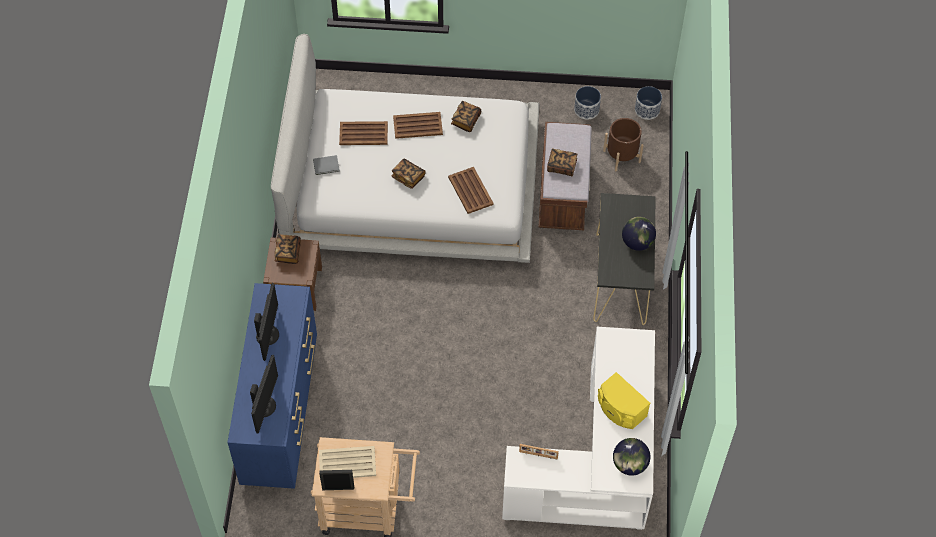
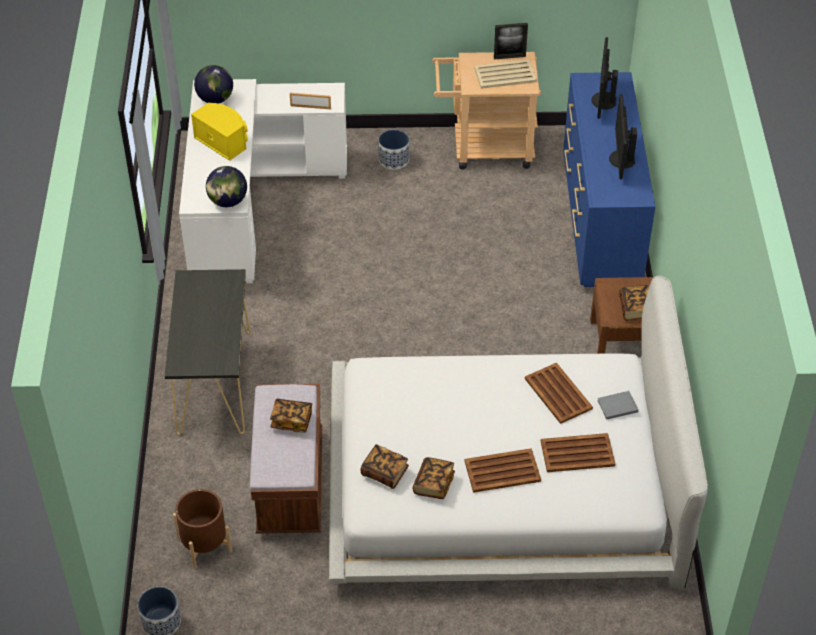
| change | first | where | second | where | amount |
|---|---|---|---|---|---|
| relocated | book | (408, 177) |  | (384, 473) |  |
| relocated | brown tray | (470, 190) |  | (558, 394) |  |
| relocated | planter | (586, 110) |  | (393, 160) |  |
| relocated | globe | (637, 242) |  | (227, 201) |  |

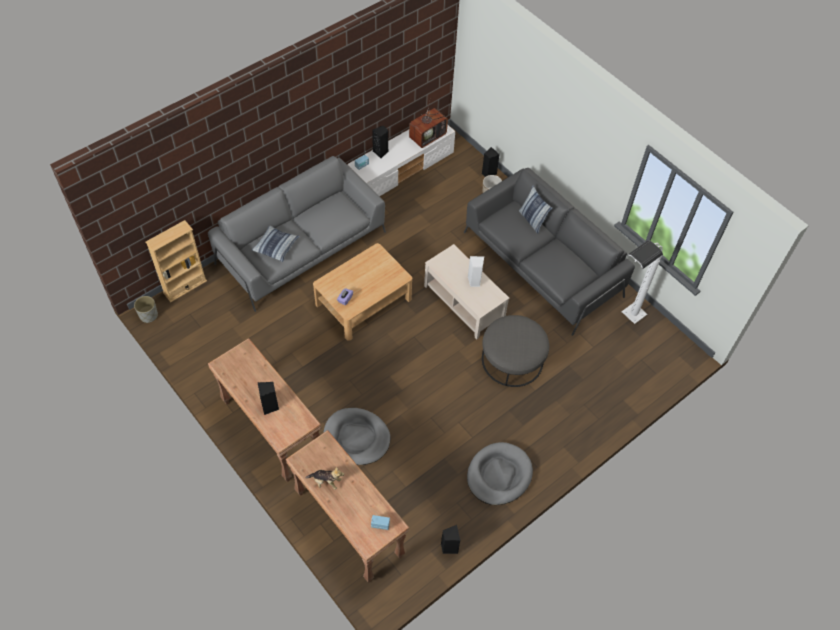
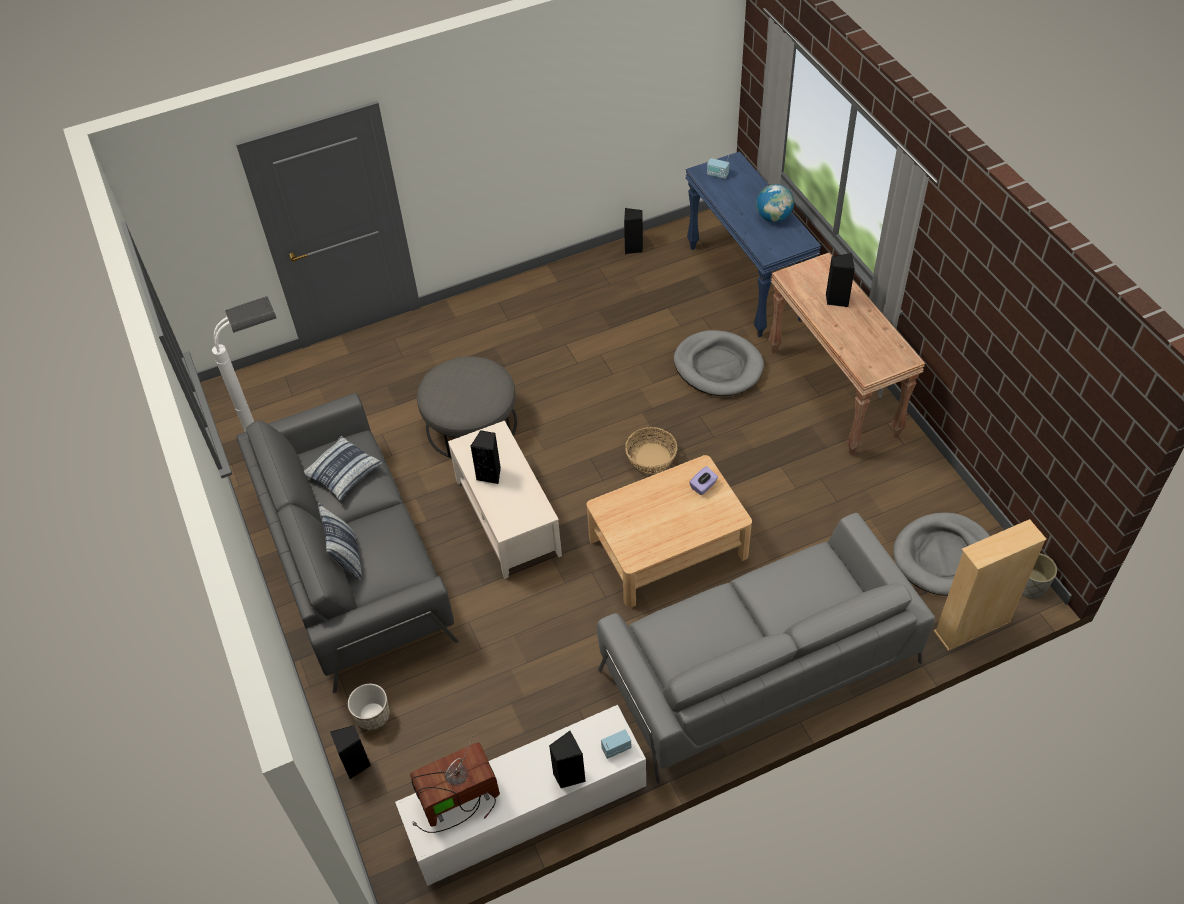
| change | first | where | second | where | amount |
|---|---|---|---|---|---|
| relocated | pillow | (276, 246) |  | (342, 473) |  |
| colour | brown console table | (348, 525) | blue console table | (746, 283) |  |
| exchanged | plush toy | (326, 481) | globe | (773, 217) |  |
| relocated | grey dog bed | (499, 475) |  | (943, 556) |  |
| colour | white speaker | (474, 281) | black speaker | (490, 474) |  |
| appeared |  |  | basket | (651, 458) |  |

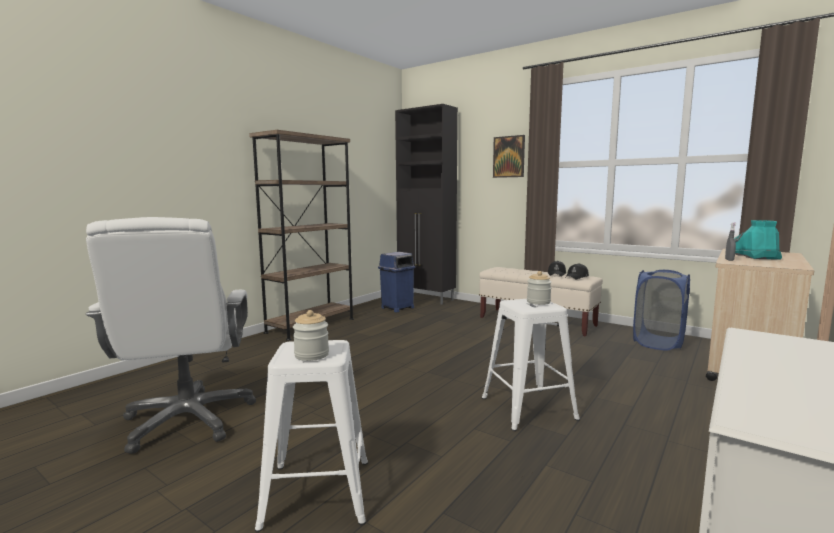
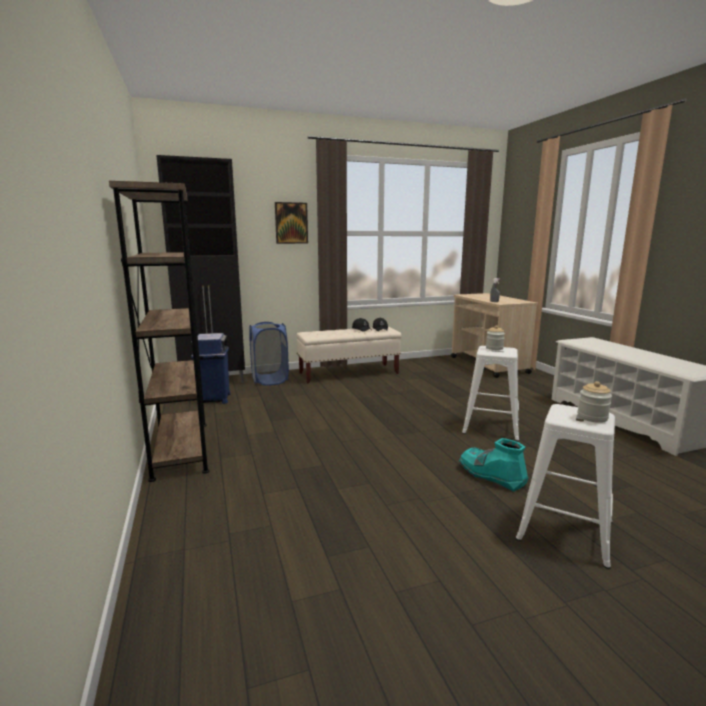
| change | first | where | second | where | amount |
|---|---|---|---|---|---|
| missing | white office chair | (188, 420) |  |  |  |
| relocated | blue laundry basket | (658, 343) |  | (269, 380) |  |
| relocated | turquoise boot | (752, 255) |  | (491, 475) |  |

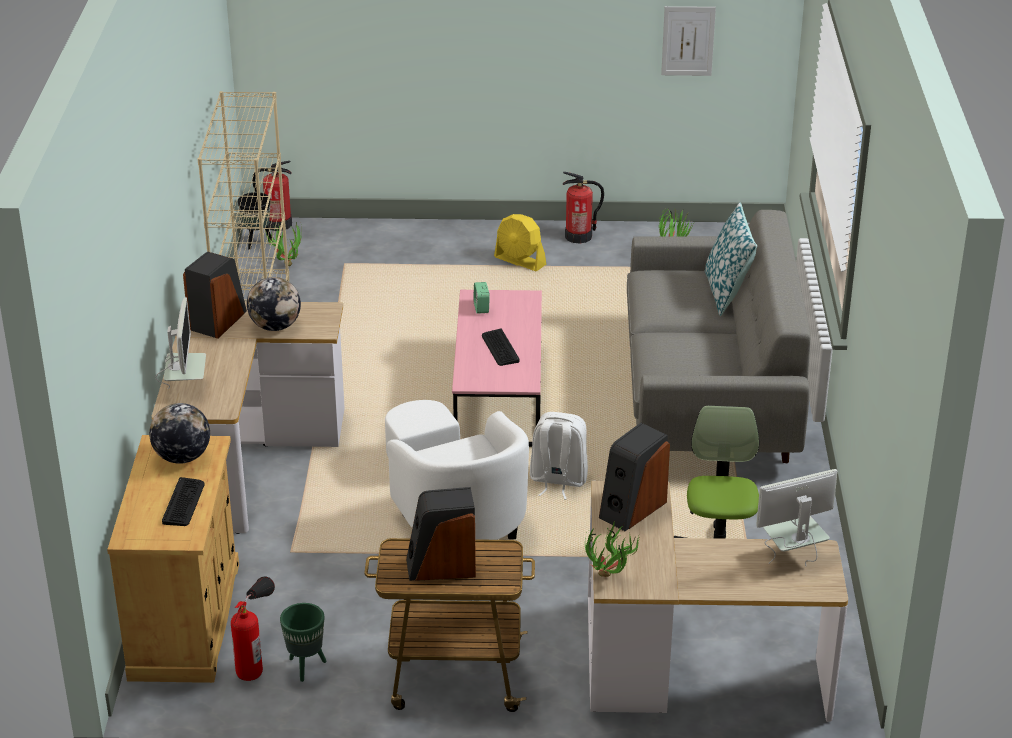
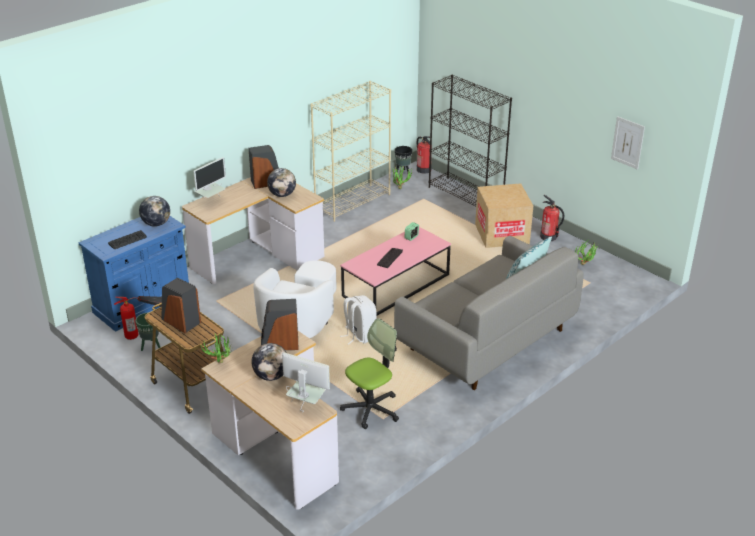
| change | first | where | second | where | amount |
|---|---|---|---|---|---|
| colour | beige cabinet | (186, 620) | blue cabinet | (143, 303) |  |
| exchanged | yellow fan | (520, 261) | cardboard box | (502, 234) |  |
| appeared |  |  | globe | (271, 376) |  |
| appeared |  |  | black bookcase | (466, 195) |  |

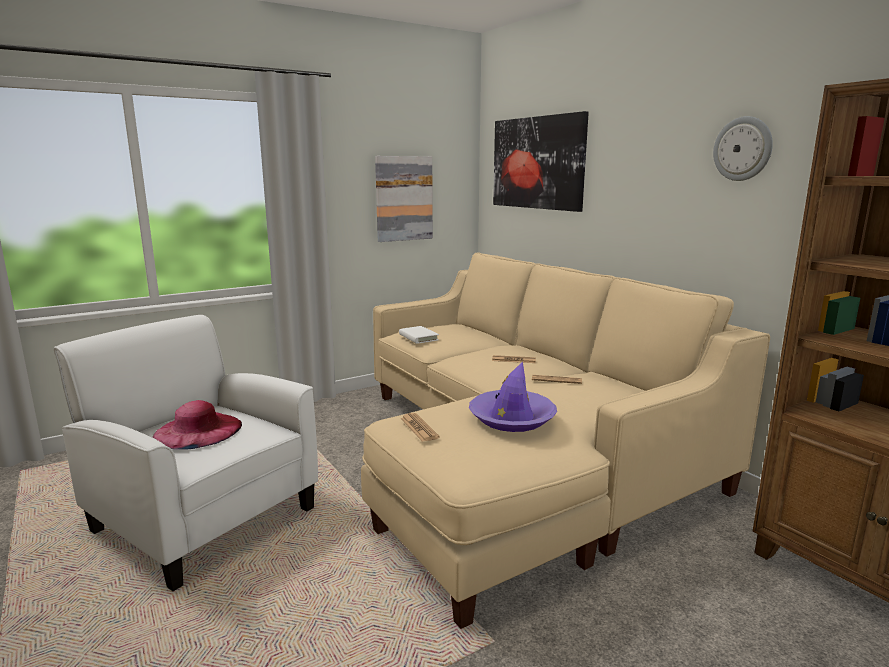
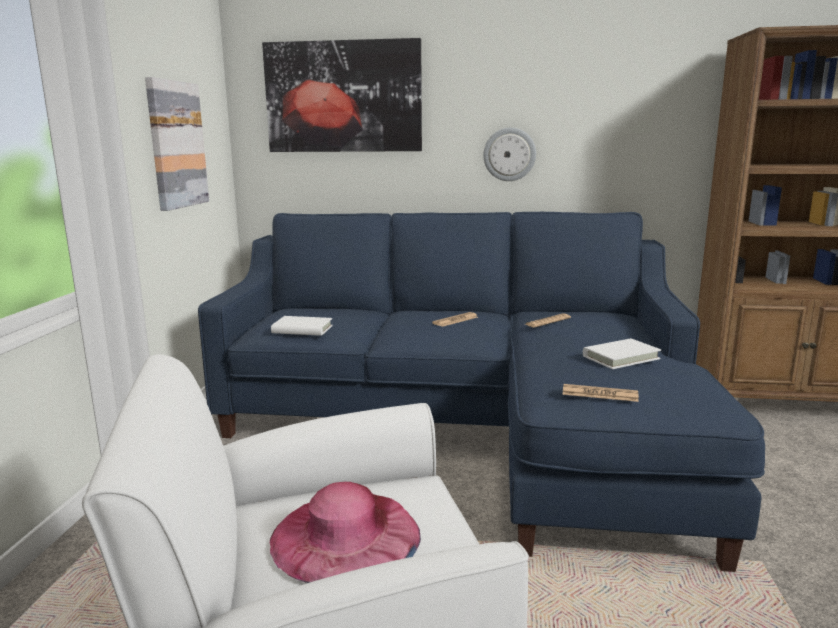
| change | first | where | second | where | amount |
|---|---|---|---|---|---|
| colour | beige sofa | (517, 456) | blue sofa | (473, 427) |  |
| exchanged | purple hat | (512, 418) | white book | (621, 357) |  |
| relocated | wall clock | (743, 149) |  | (509, 154) |  |

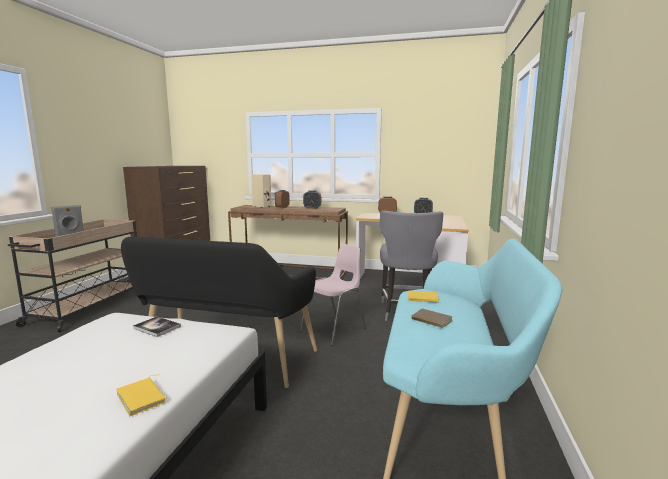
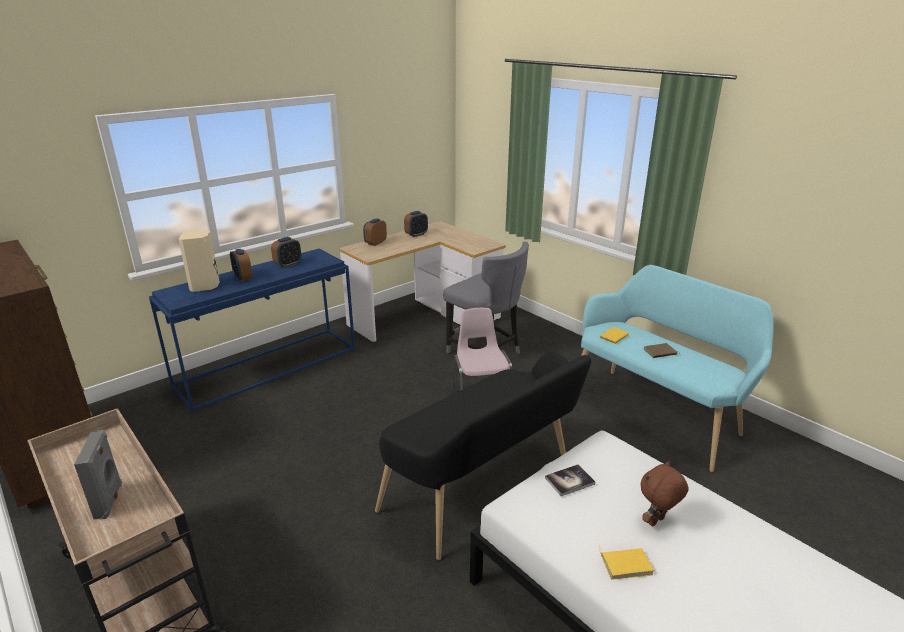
| change | first | where | second | where | amount |
|---|---|---|---|---|---|
| relocated | yellow book | (143, 398) |  | (626, 564) |  |
| colour | brown console table | (290, 272) | blue console table | (268, 367) |  |
| appeared |  |  | brown plush toy | (657, 522) |  |

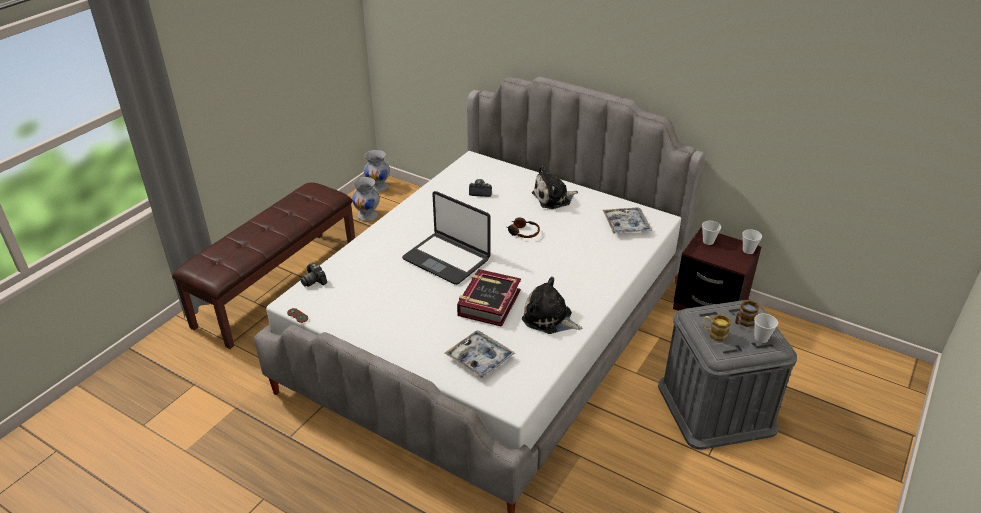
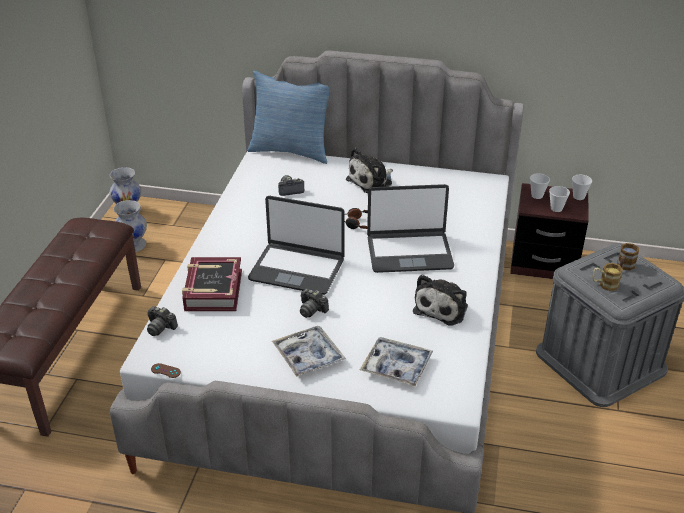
| change | first | where | second | where | amount |
|---|---|---|---|---|---|
| relocated | book | (488, 303) |  | (213, 290) |  |
| spun | plush toy | (549, 319) |  | (442, 307) | 75 degrees counterclockwise |
| relocated | tray | (626, 225) |  | (308, 356) |  |
| relocated | cup | (761, 338) |  | (556, 208) |  |
| appeared |  |  | pillow | (291, 150) |  |
| appeared |  |  | photo camera | (312, 309) |  |
| appeared |  |  | laptop | (409, 252) |  |

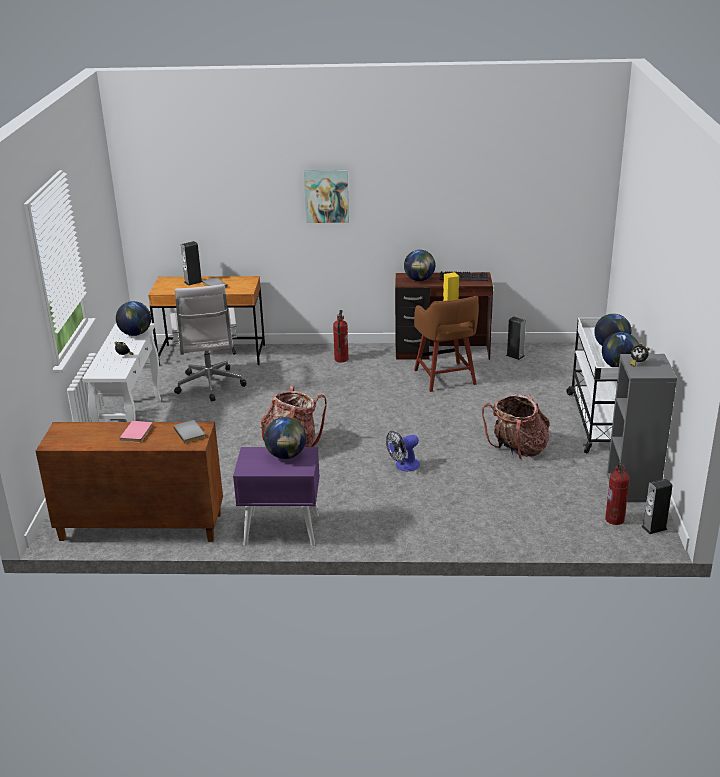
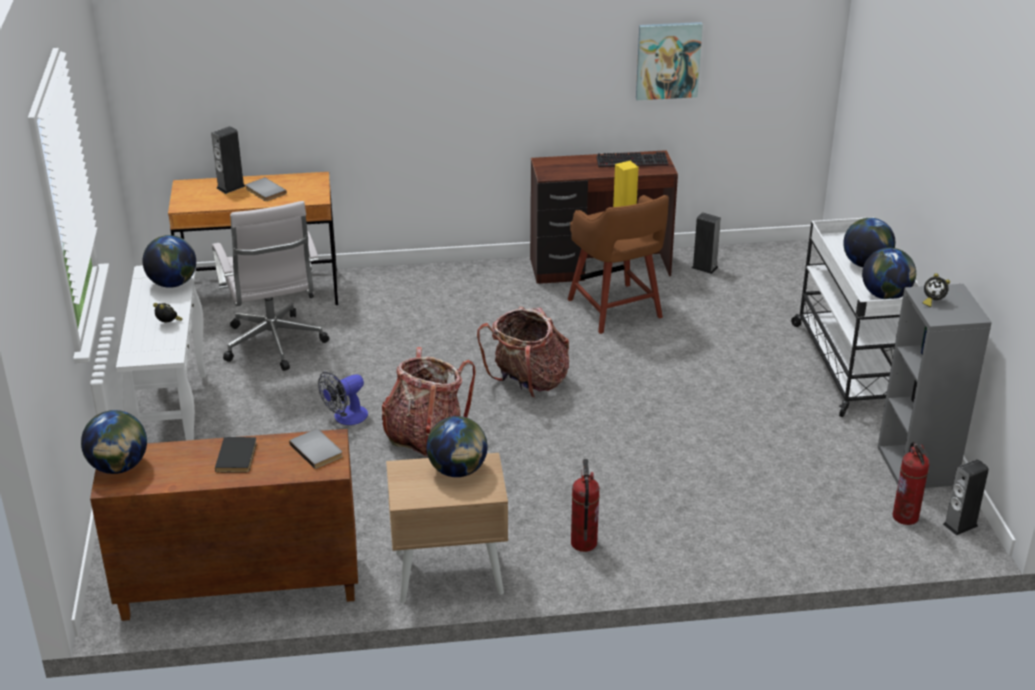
| change | first | where | second | where | amount |
|---|---|---|---|---|---|
| colour | pink book | (138, 433) | black book | (238, 457) |  |
| colour | purple nightstand | (281, 529) | beige nightstand | (448, 573) |  |
| relocated | picture | (326, 196) |  | (668, 60) |  |
| relocated | fire extinguisher | (341, 359) |  | (583, 543) |  |
| relocated | fan | (403, 466) |  | (345, 418) |  |
| relocated | globe | (419, 280) |  | (119, 467) |  |
| relocated | backpack | (517, 450) |  | (528, 382) |  |

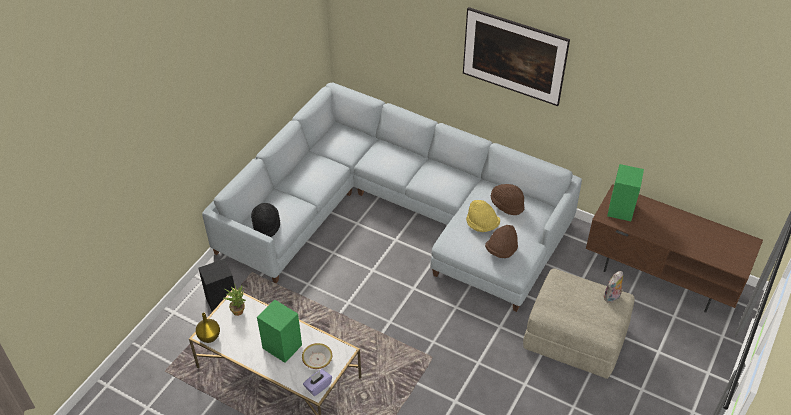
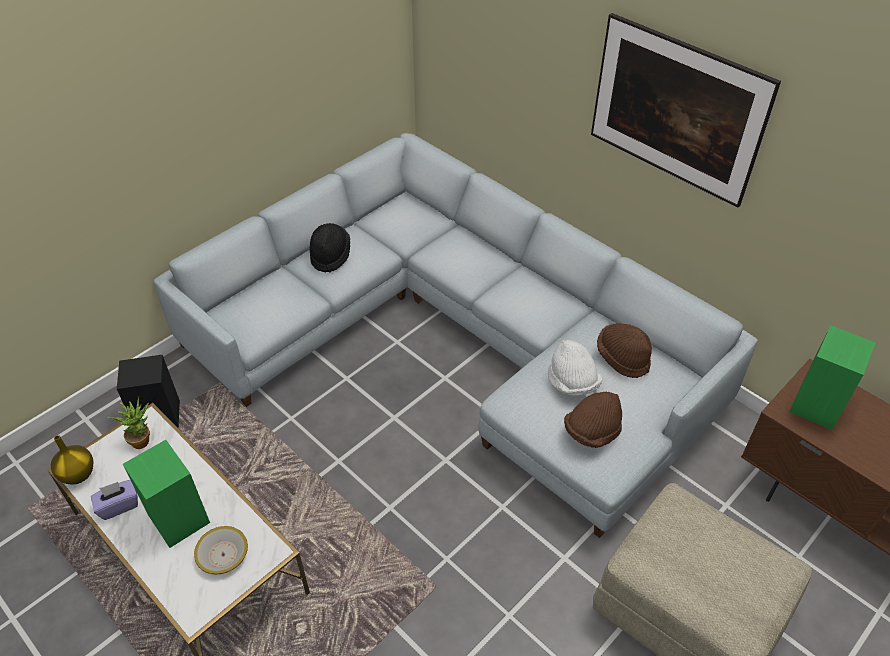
| change | first | where | second | where | amount |
|---|---|---|---|---|---|
| relocated | black hat | (266, 225) |  | (330, 255) |  |
| relocated | purple tissue box | (318, 386) |  | (119, 505) |  |
| colour | yellow hat | (482, 225) | white hat | (572, 382) |  |
| missing | plush toy | (612, 297) |  |  |  |

